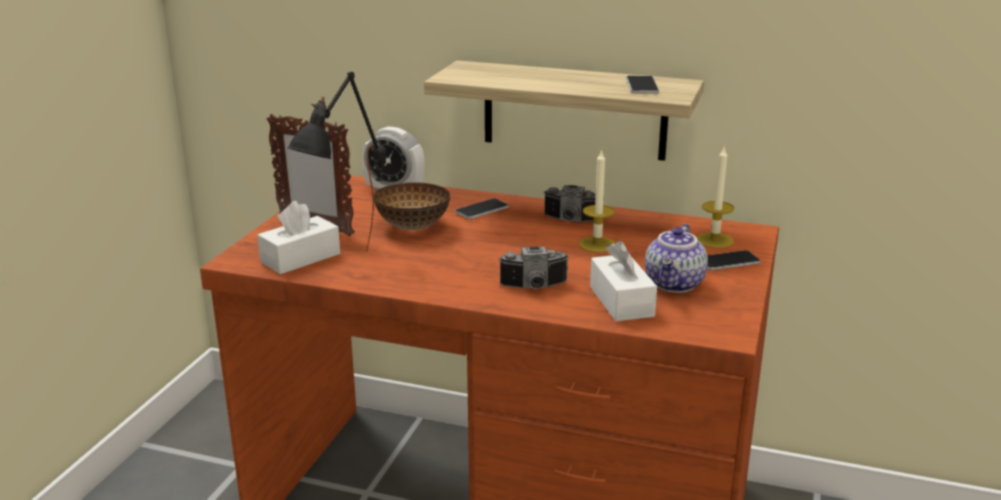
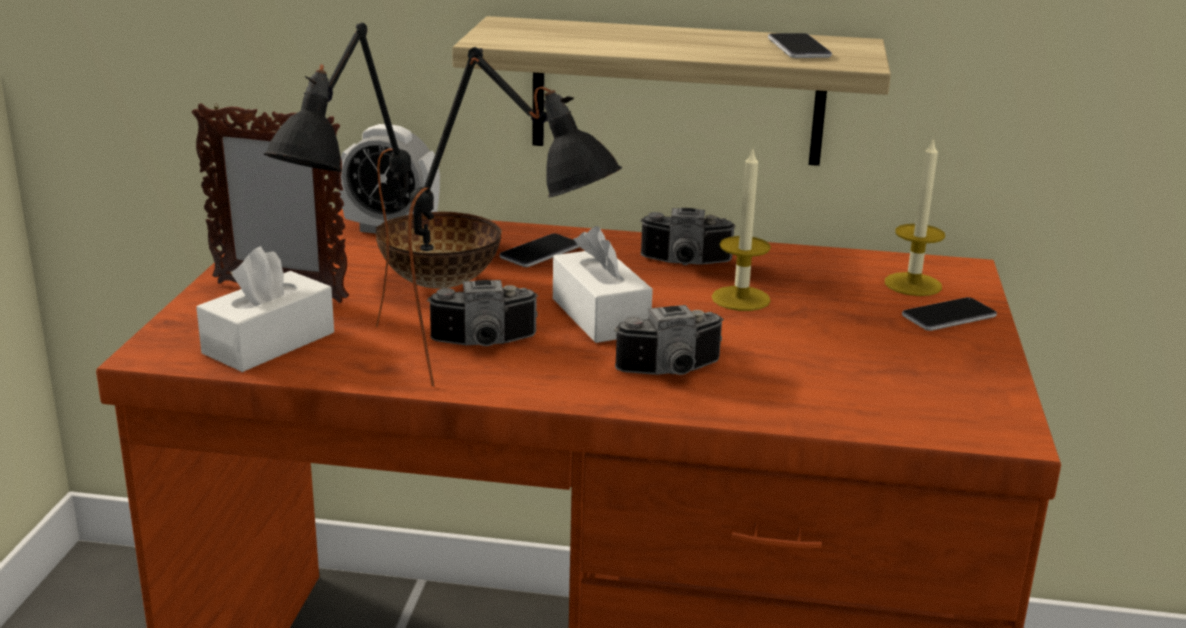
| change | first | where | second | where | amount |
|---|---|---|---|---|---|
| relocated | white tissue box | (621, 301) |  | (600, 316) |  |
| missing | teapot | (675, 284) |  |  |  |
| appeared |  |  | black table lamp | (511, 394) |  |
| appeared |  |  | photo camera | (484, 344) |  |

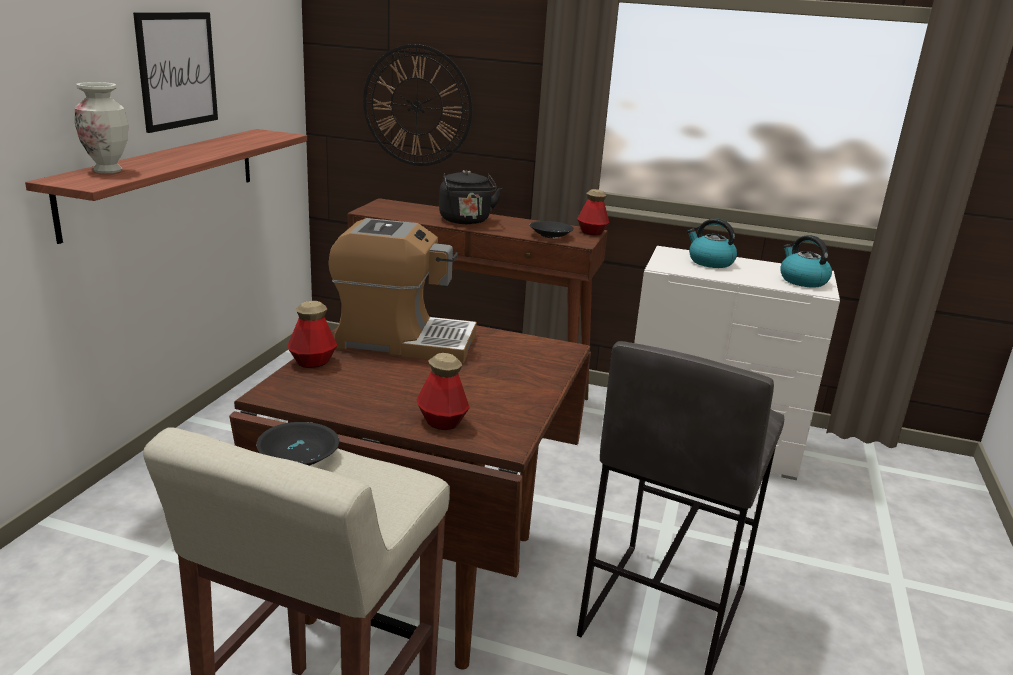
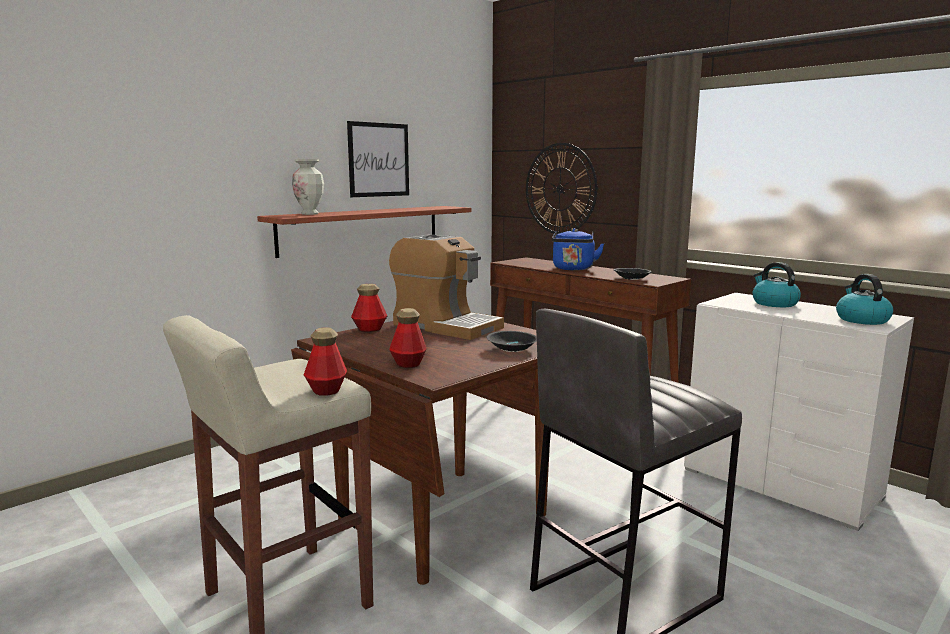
| change | first | where | second | where | amount |
|---|---|---|---|---|---|
| relocated | black bowl | (300, 456) |  | (513, 348) |  |
| colour | black kettle | (466, 221) | blue kettle | (573, 269) |  |
| relocated | bottle | (591, 232) |  | (326, 390) |  |

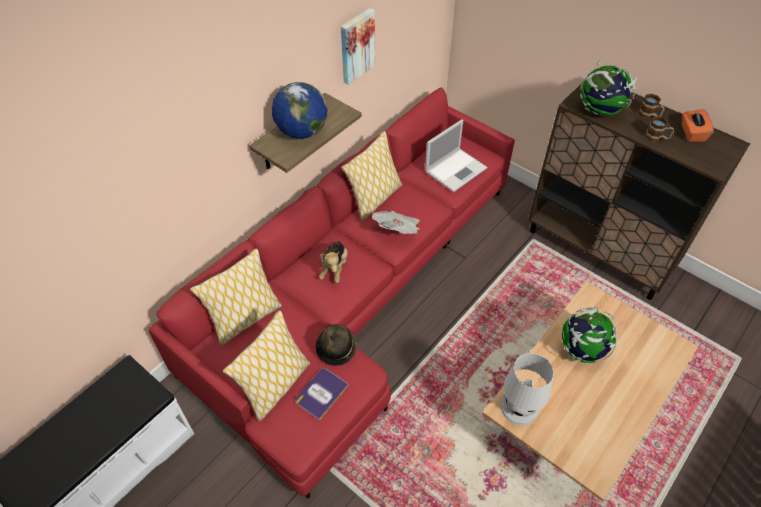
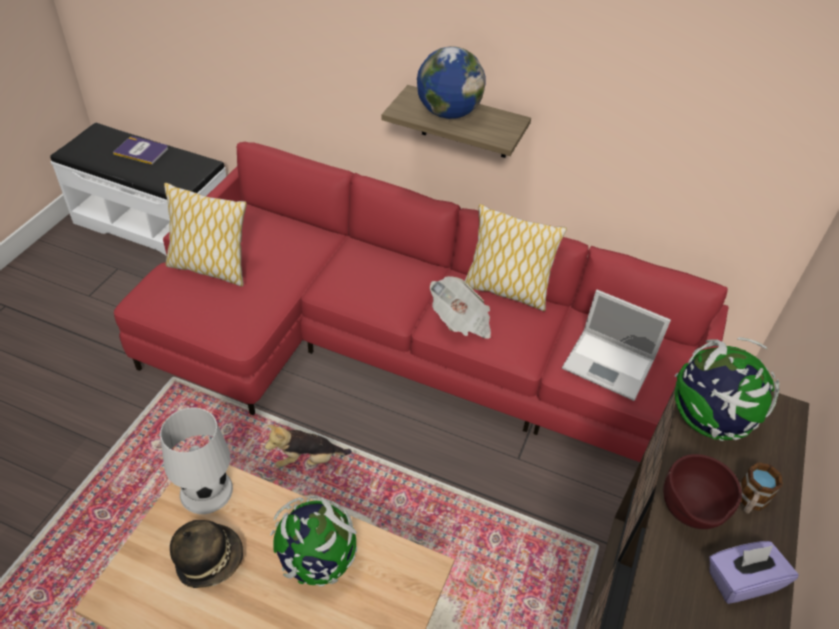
| change | first | where | second | where | amount |
|---|---|---|---|---|---|
| missing | pillow | (245, 319) |  |  |  |
| relocated | book | (321, 393) |  | (141, 151) |  |
| relocated | hat | (336, 348) |  | (209, 559) |  |
| relocated | plush toy | (334, 268) |  | (307, 459) |  |
| missing | picture | (356, 46) |  |  |  |
| exchanged | mug | (657, 137) | brown bowl | (688, 515) |  |
| colour | orange tissue box | (692, 133) | purple tissue box | (741, 580) |  |

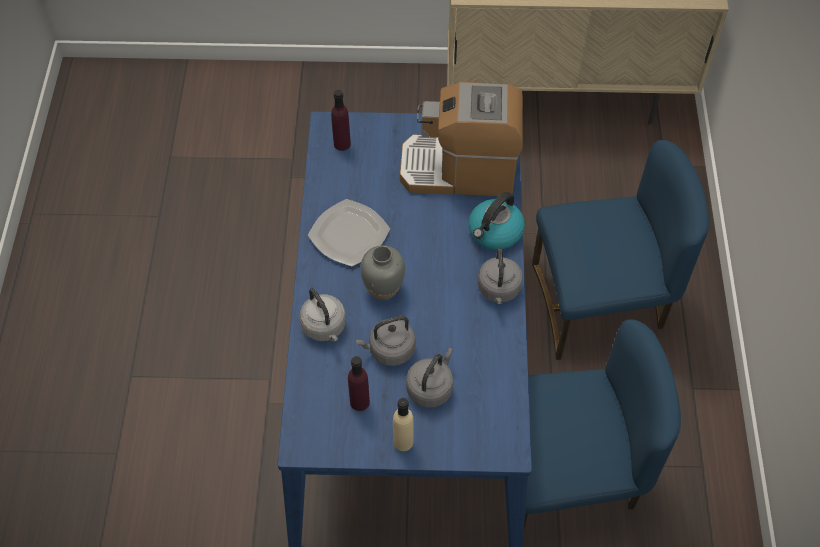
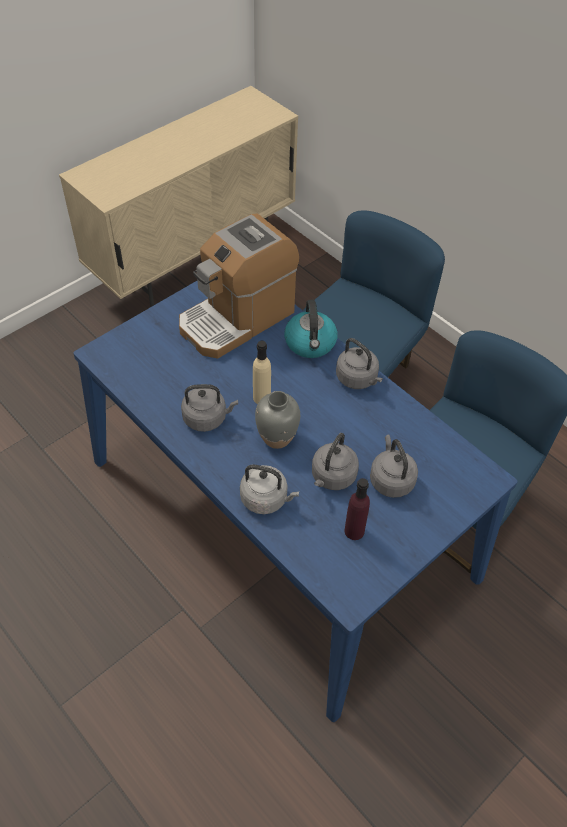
| change | first | where | second | where | amount |
|---|---|---|---|---|---|
| exchanged | plate | (350, 234) | grey kettle | (207, 418) |  |
| missing | purple bottle | (342, 144) |  |  |  |
| relocated | beige bottle | (403, 442) |  | (261, 398) |  |

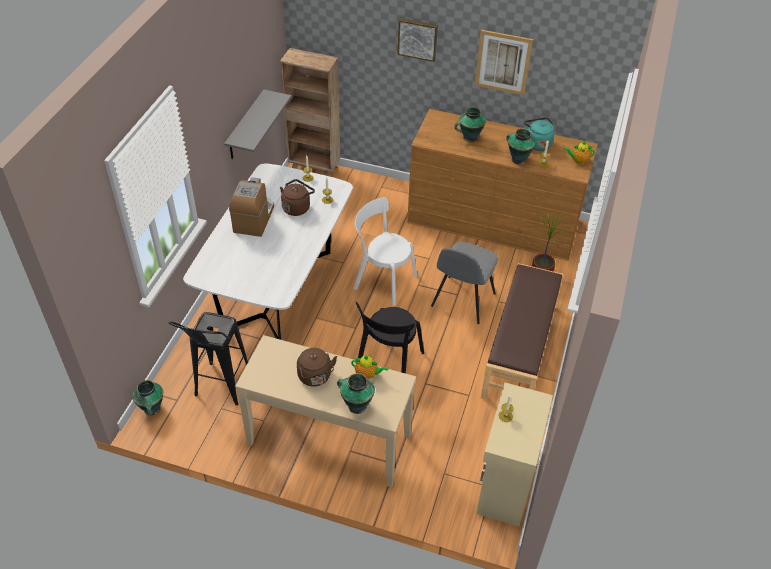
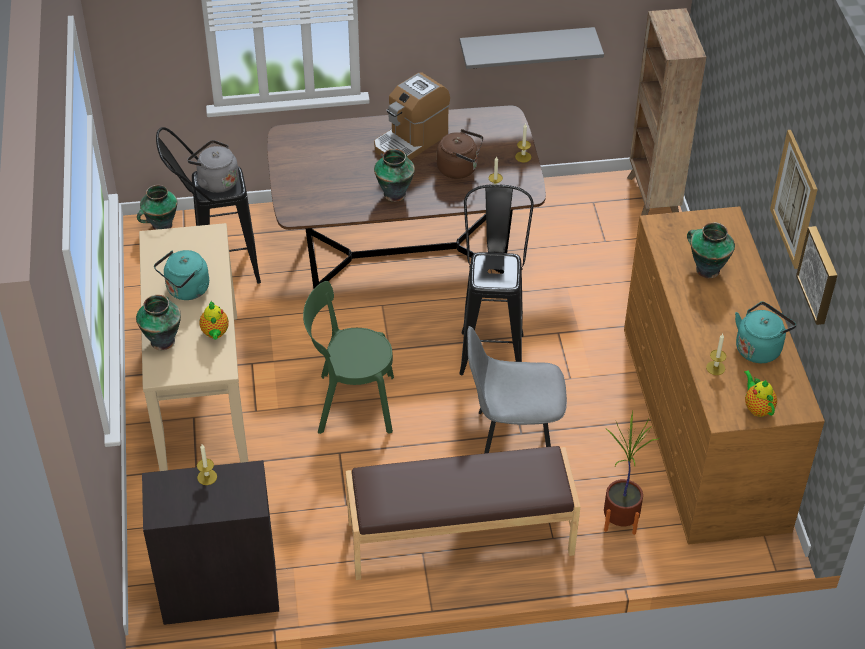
| change | first | where | second | where | amount |
|---|---|---|---|---|---|
| colour | white dining table | (279, 290) | brown dining table | (404, 253) |  |
| spun | coffee machine | (254, 219) |  | (411, 141) | 150 degrees clockwise |
| colour | brown kettle | (315, 377) | turquoise kettle | (186, 290) |  |
| exchanged | white chair | (382, 280) | black stool | (492, 345) |  |
| colour | black chair | (388, 363) | green chair | (351, 403) |  |
| relocated | picture | (418, 39) |  | (820, 275) |  |
| colour | beige cabinet | (504, 485) | black cabinet | (219, 590) |  |
| relocated | vase | (518, 159) |  | (395, 193) |  |
| appeared |  |  | grey kettle | (216, 181) |  |

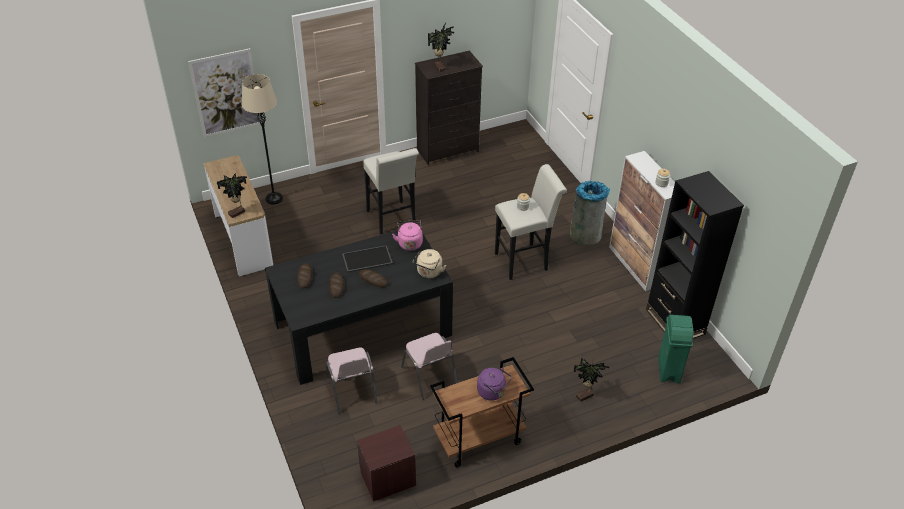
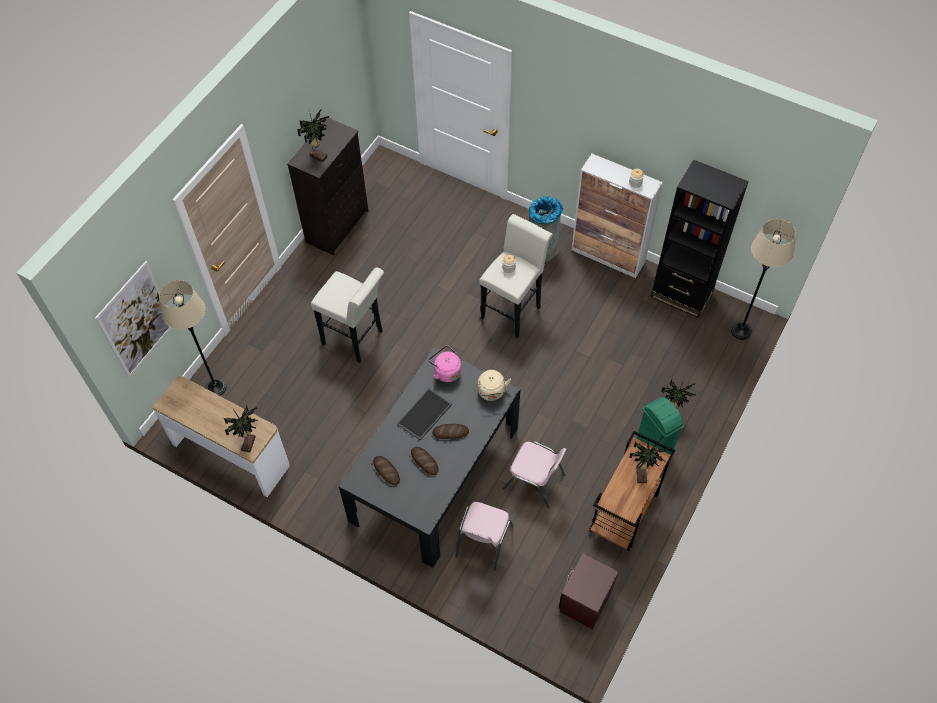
| change | first | where | second | where | amount |
|---|---|---|---|---|---|
| spun | pink chair | (352, 391) |  | (483, 542) | 75 degrees clockwise |
| exchanged | purple kettle | (493, 392) | potted plant | (642, 474) |  |
| relocated | green trash can | (668, 371) |  | (654, 446) |  |
| appeared |  |  | beige floor lamp | (741, 331) |  |

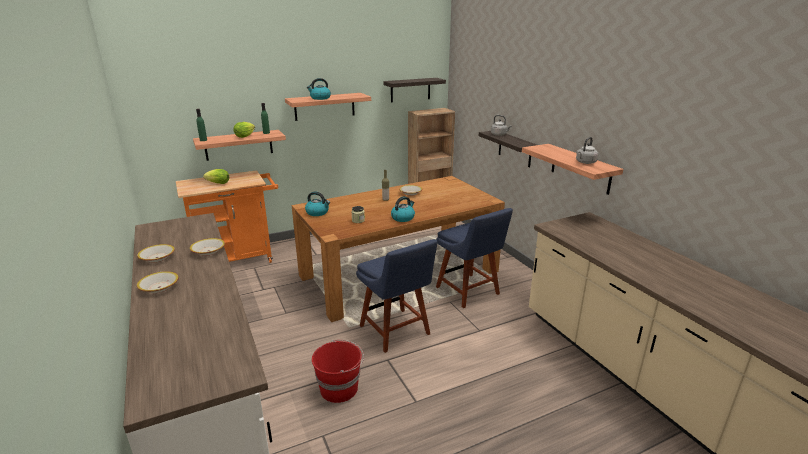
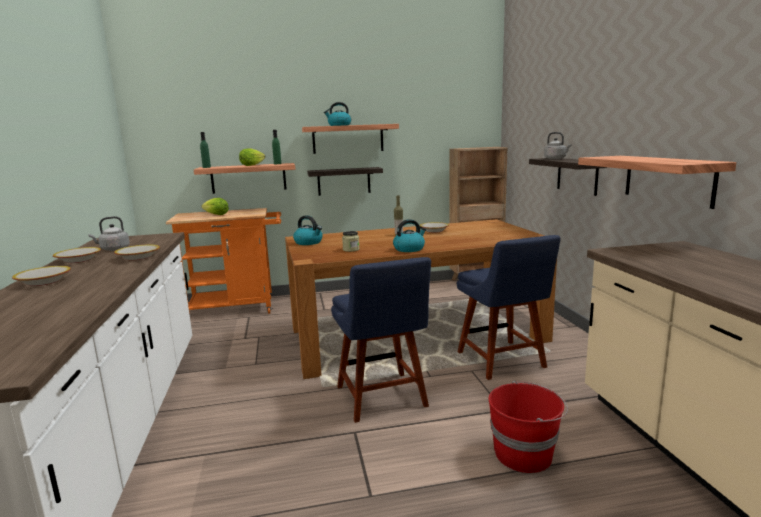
| change | first | where | second | where | amount |
|---|---|---|---|---|---|
| relocated | red bucket | (340, 388) |  | (524, 454) |  |
| relocated | shelf | (410, 90) |  | (344, 181) |  |
| relocated | grey kettle | (585, 162) |  | (113, 249) |  |

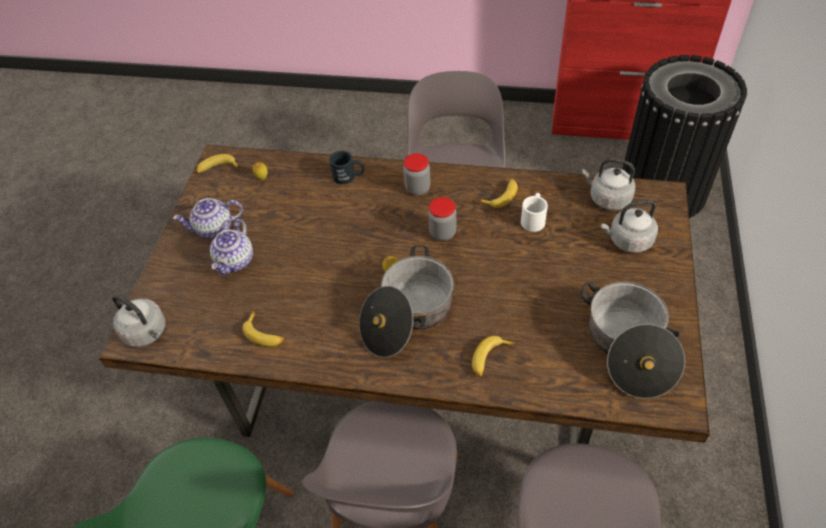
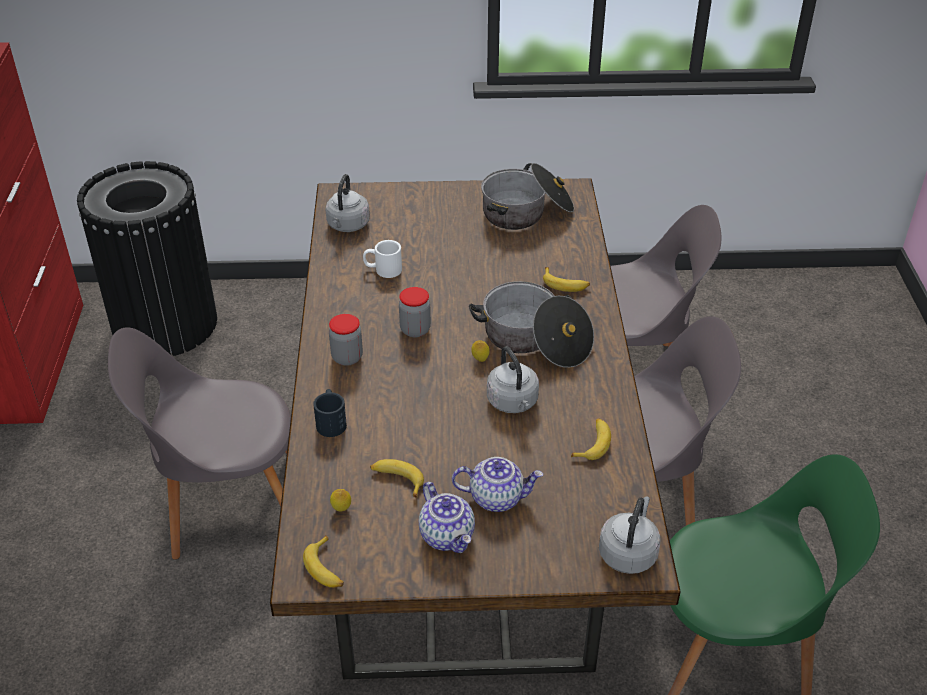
| change | first | where | second | where | amount |
|---|---|---|---|---|---|
| relocated | banana | (501, 196) |  | (397, 480) |  |
| relocated | grey kettle | (628, 241) |  | (513, 403) |  |

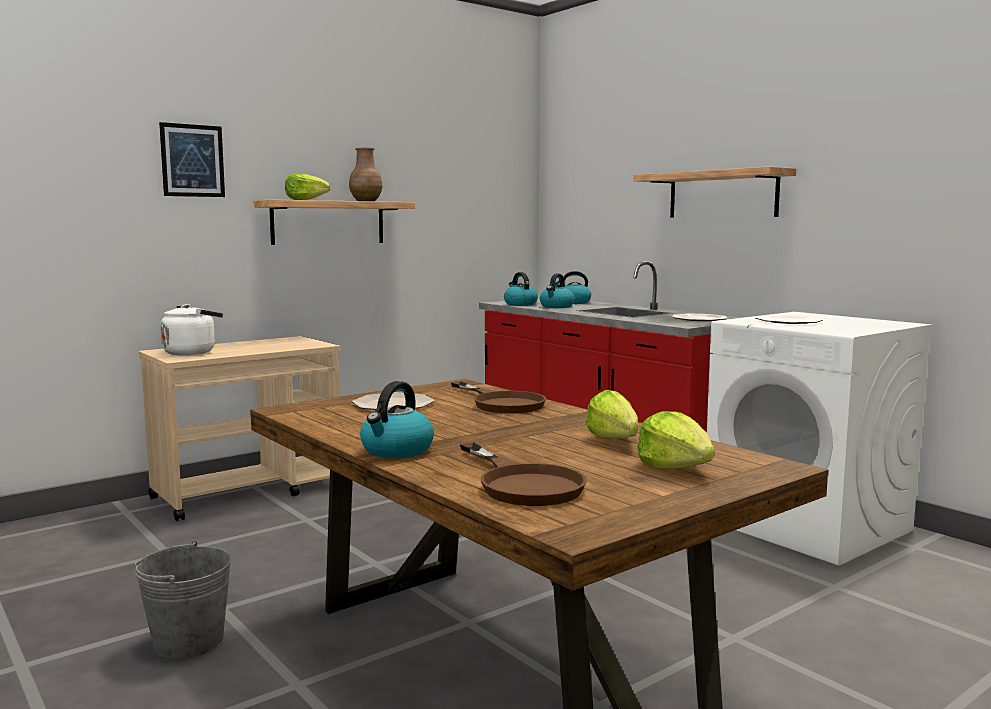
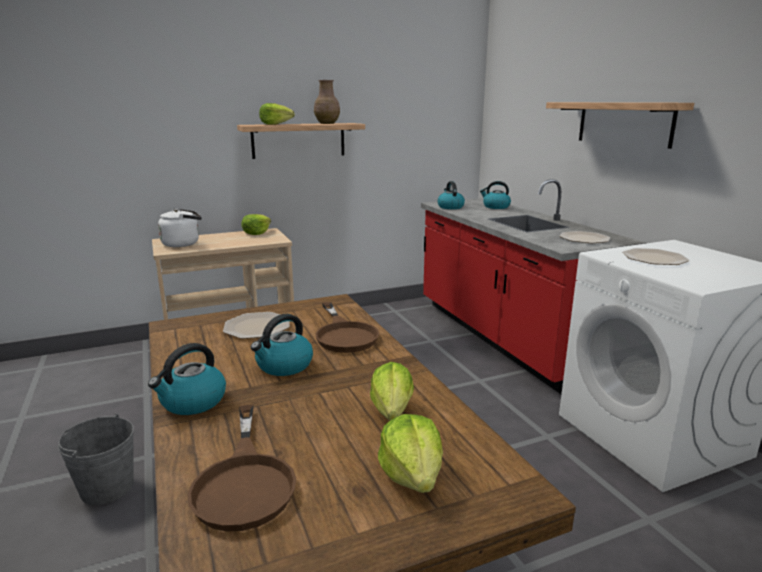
| change | first | where | second | where | amount |
|---|---|---|---|---|---|
| missing | picture | (192, 160) |  |  |  |
| relocated | kettle | (556, 306) |  | (284, 366) |  |
| appeared |  |  | lettuce | (256, 233) |  |

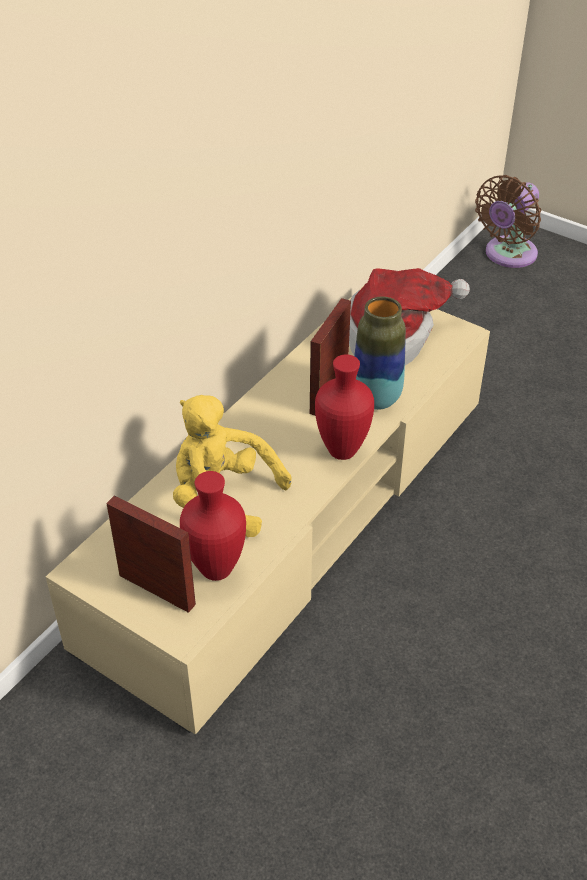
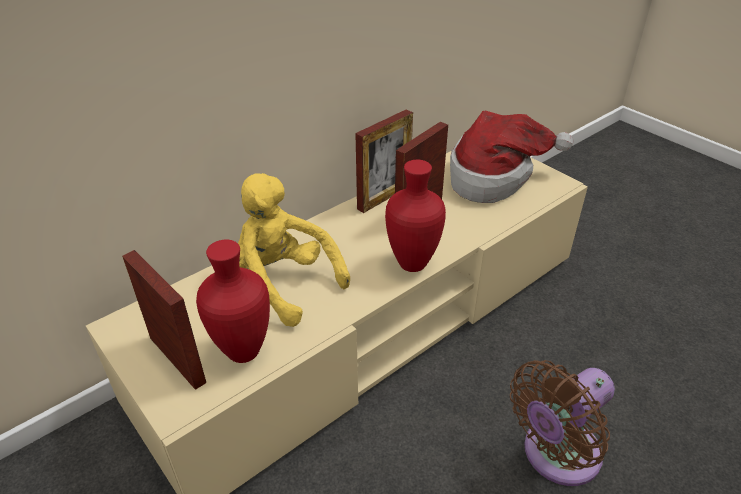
| change | first | where | second | where | amount |
|---|---|---|---|---|---|
| missing | vase | (376, 399) |  |  |  |
| relocated | brown fan | (507, 255) |  | (555, 455) |  |
| appeared |  |  | picture frame | (384, 197) |  |

